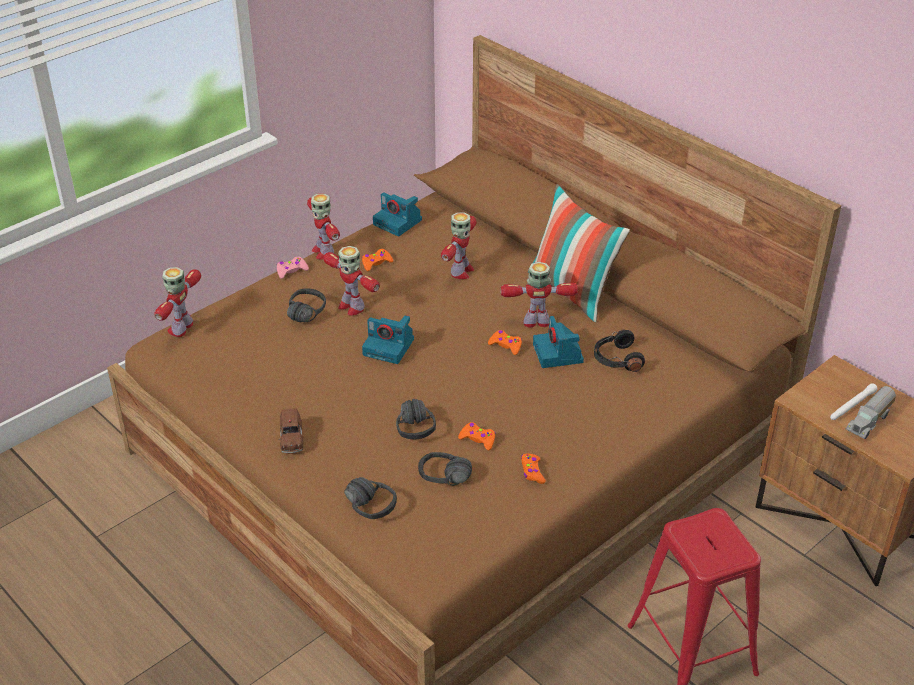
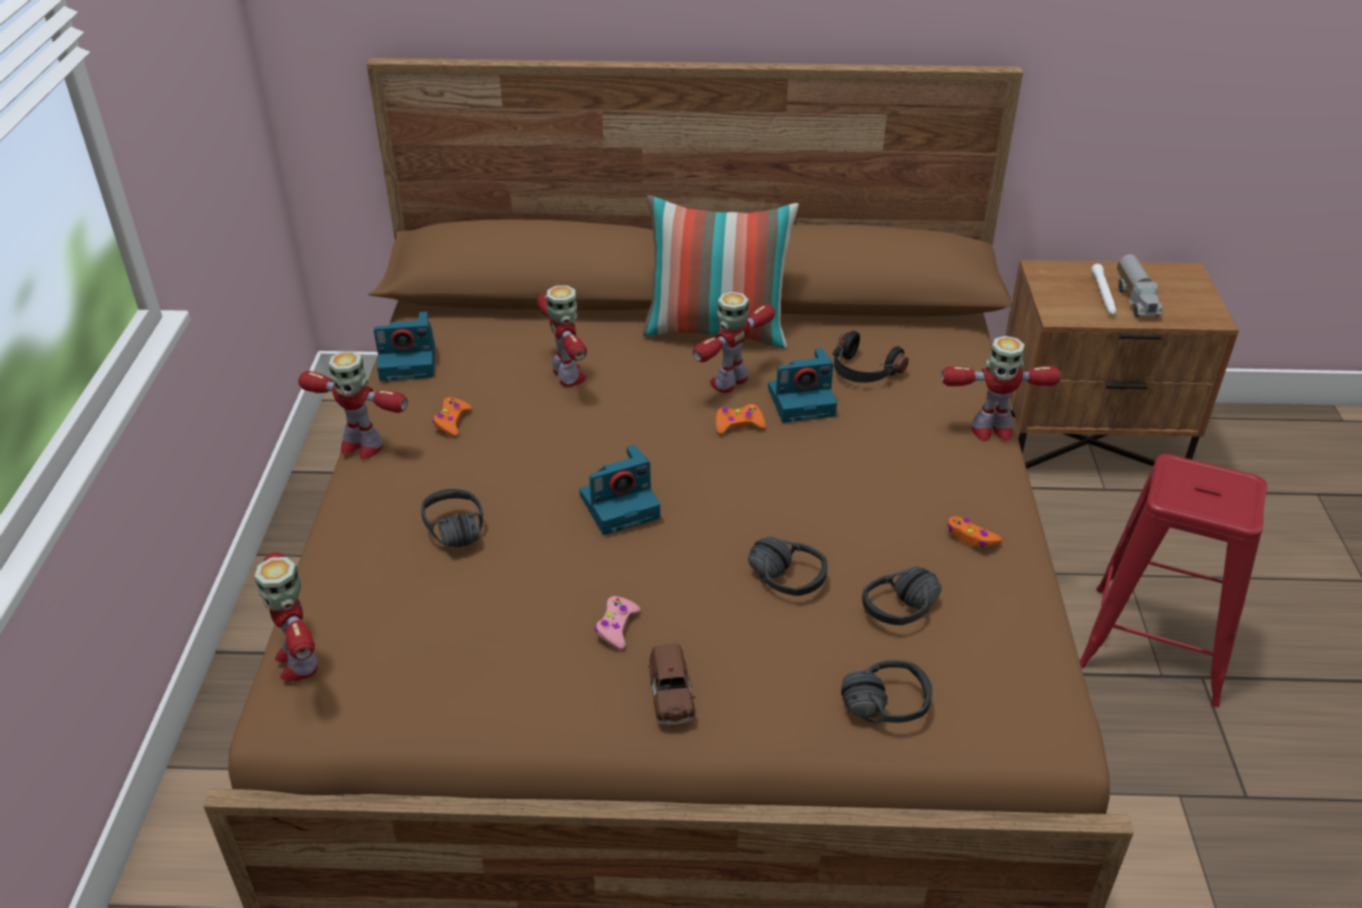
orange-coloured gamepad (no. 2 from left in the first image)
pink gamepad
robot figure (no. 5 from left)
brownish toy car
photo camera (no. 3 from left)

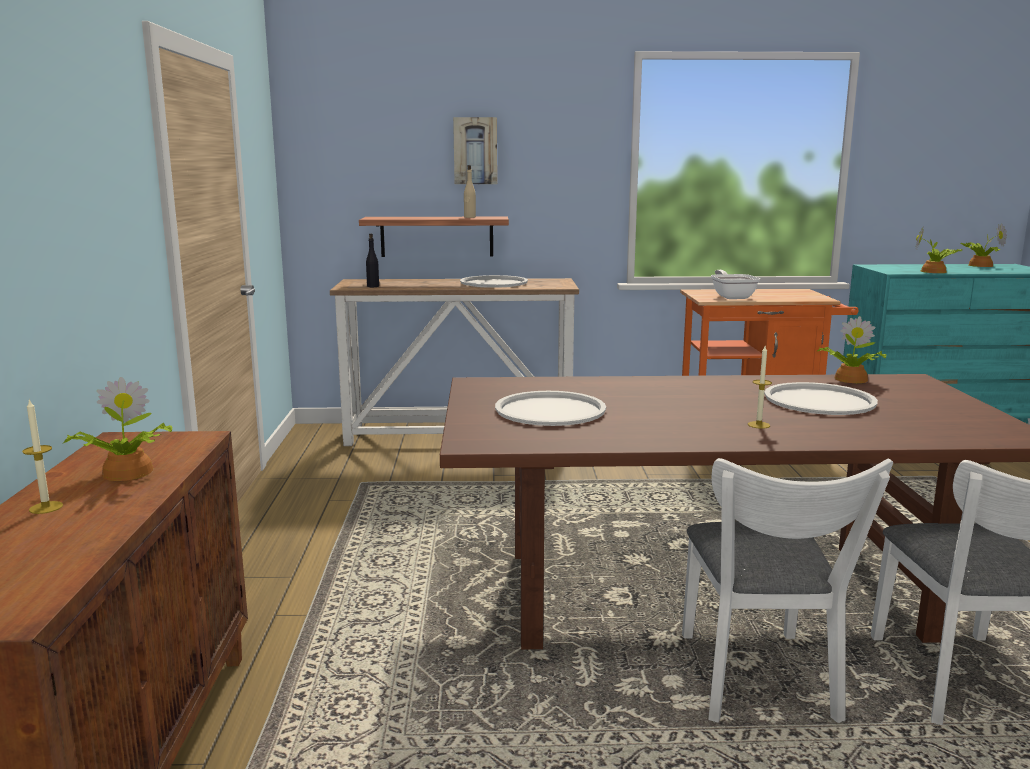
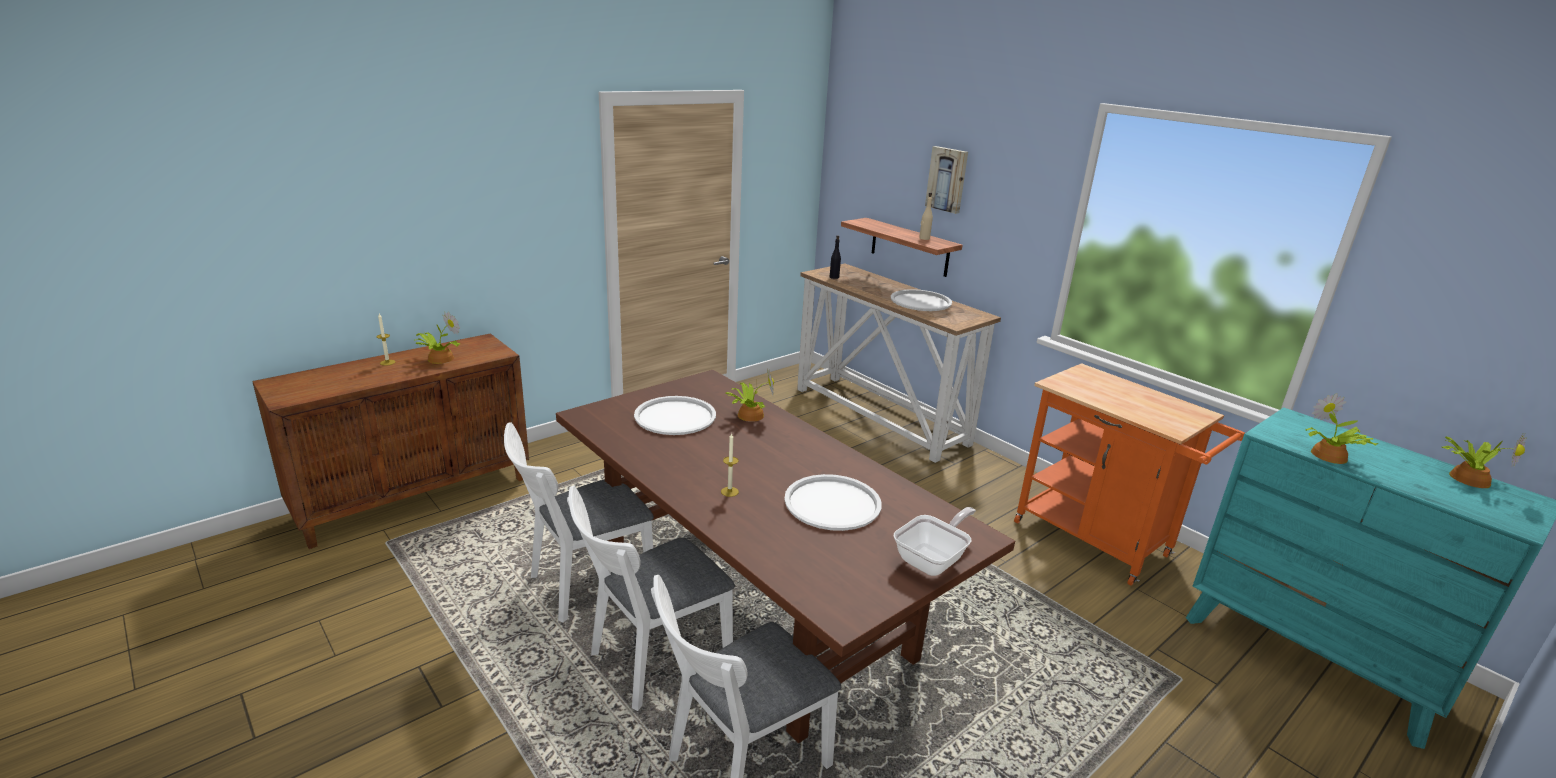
white plain chair (no. 1 from left)
skillet
plant in a pot (no. 2 from left)

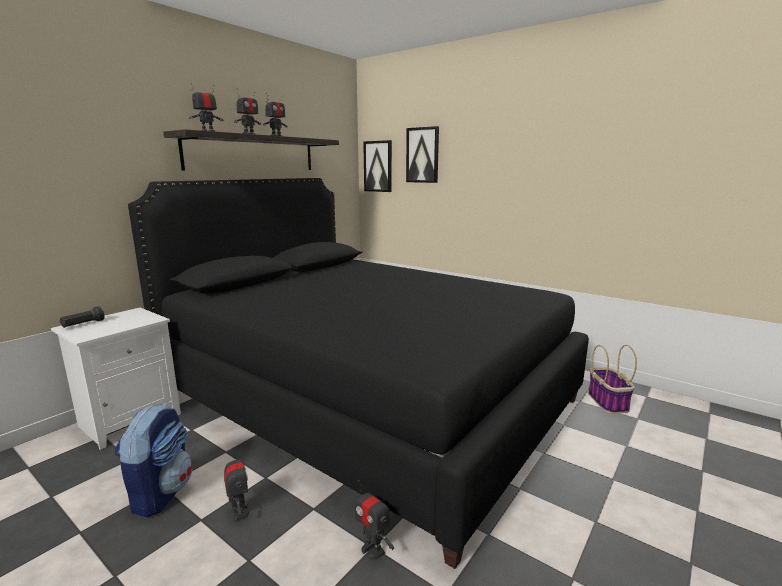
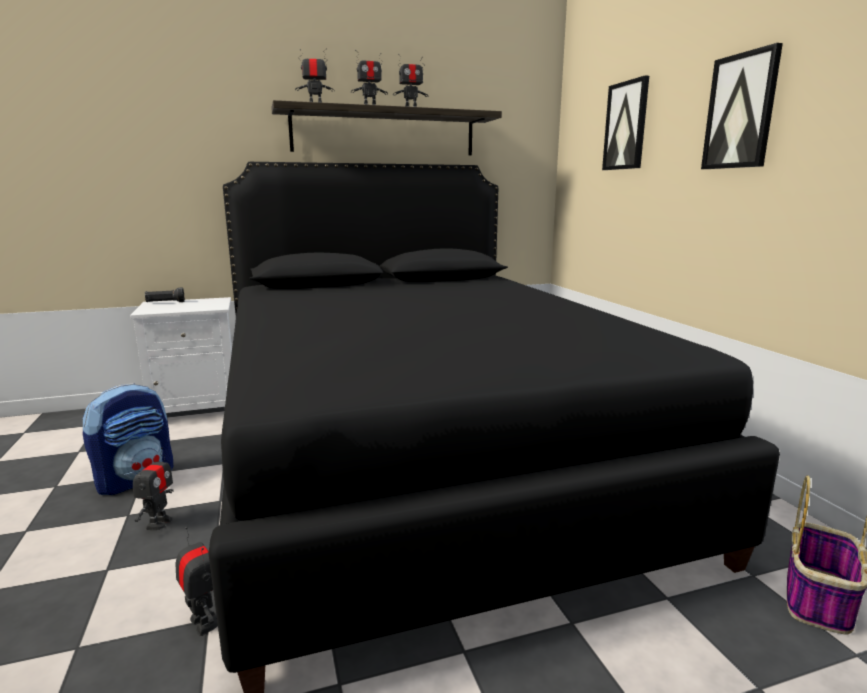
wall picture (no. 2 from left)
robot figure (no. 2 from left)

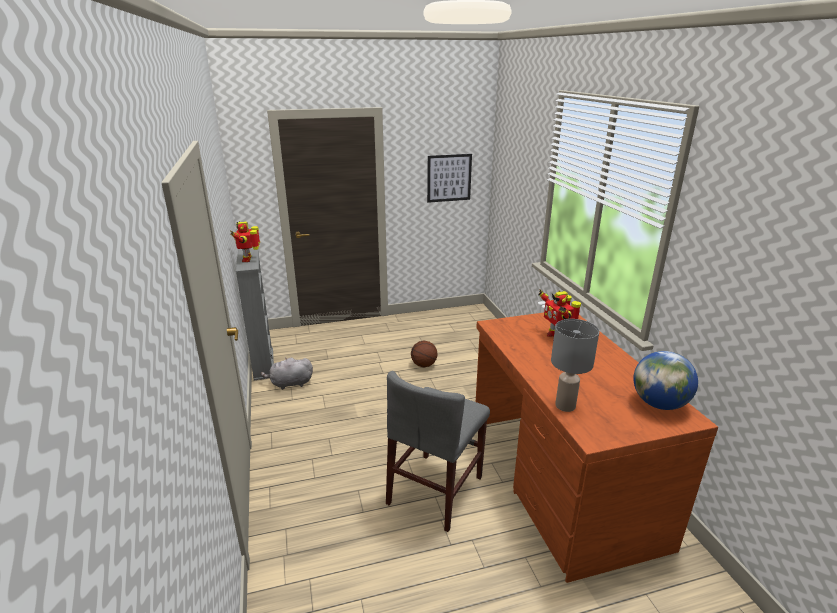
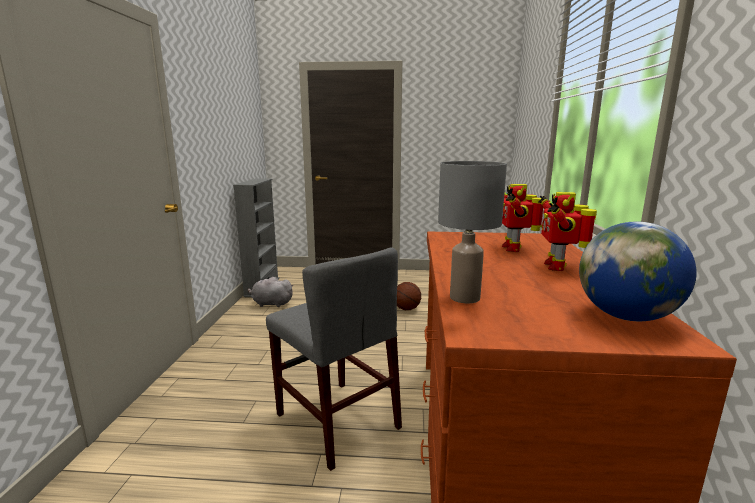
wall picture
robot figure (no. 2 from left)
greyish plain chair

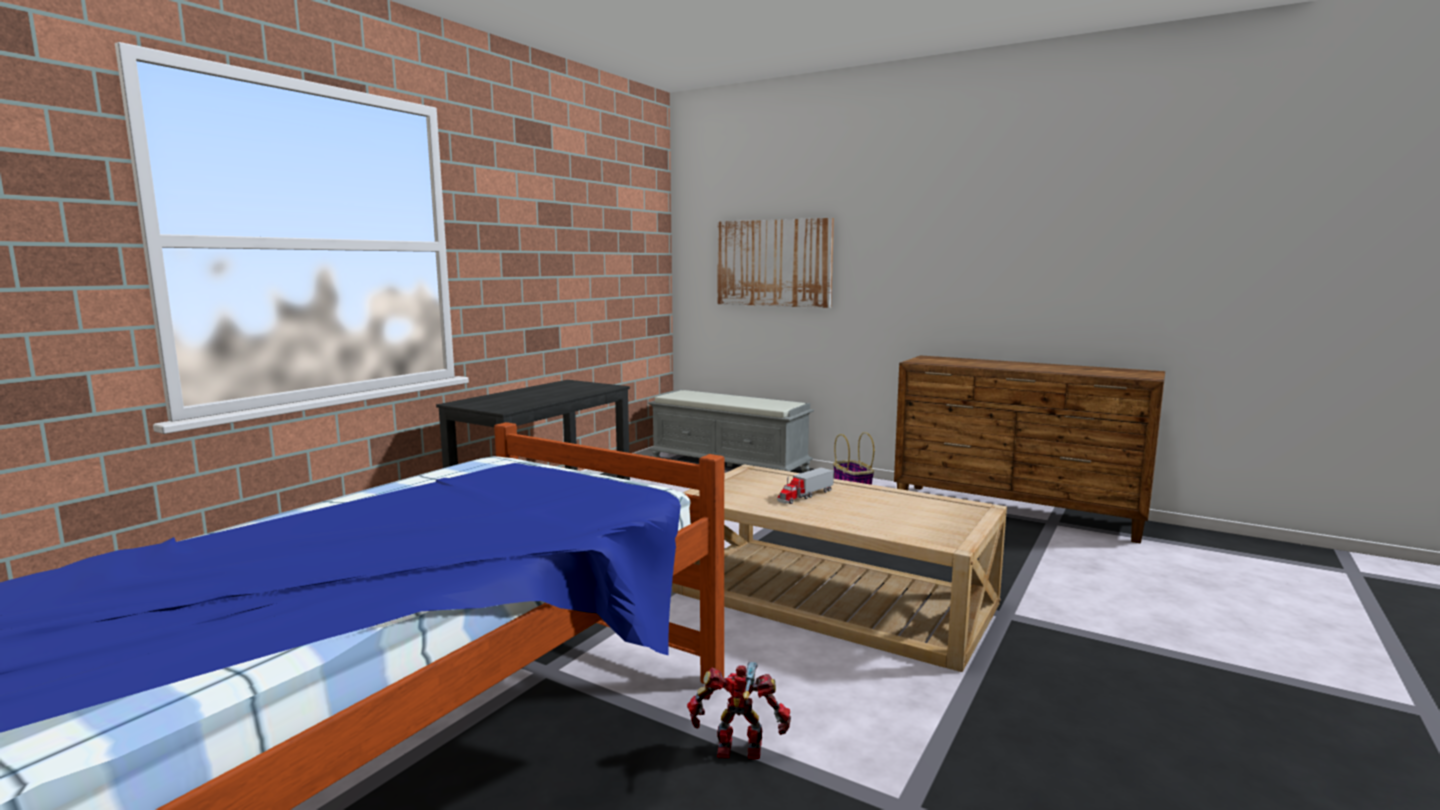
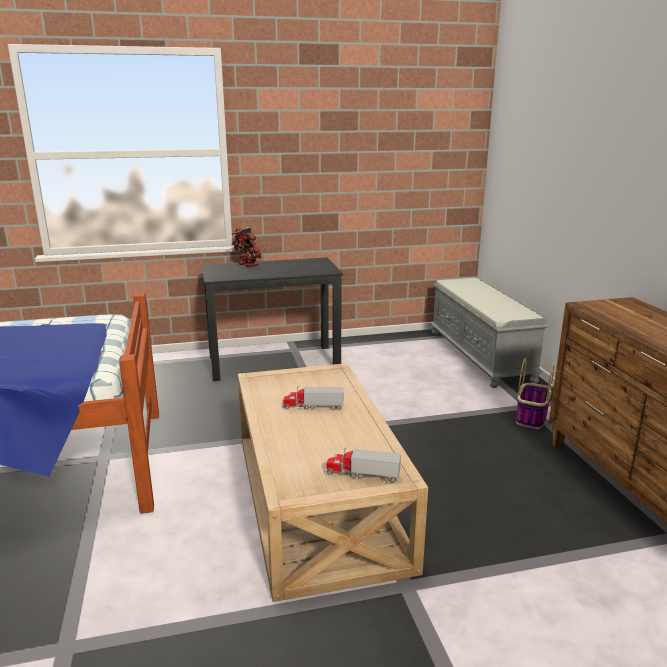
wall picture
model truck (no. 2 from left)
robot figure

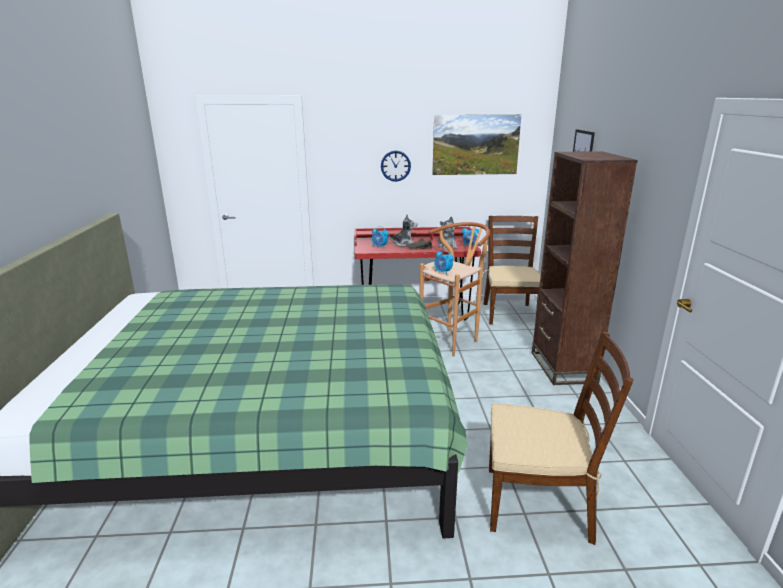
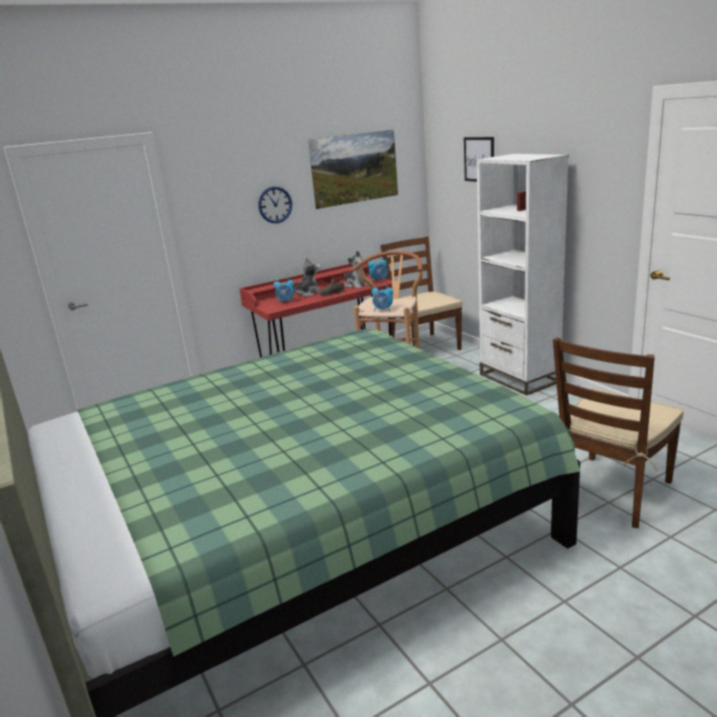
white bookshelf
brownish plain chair (no. 2 from left)

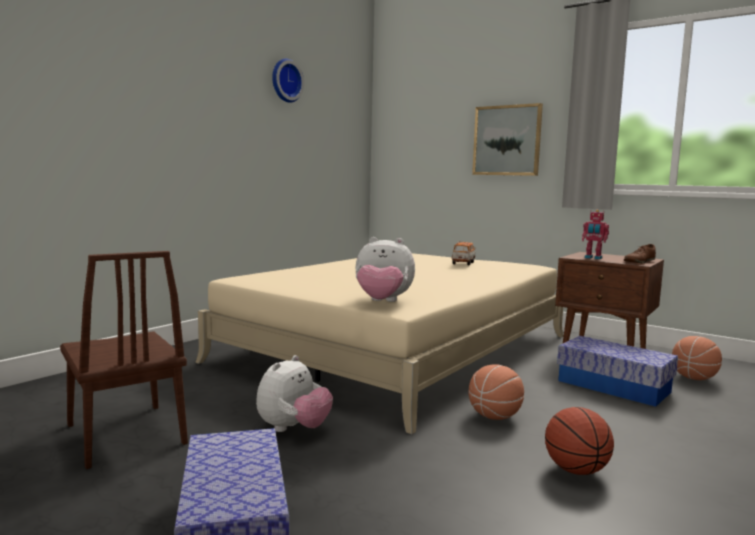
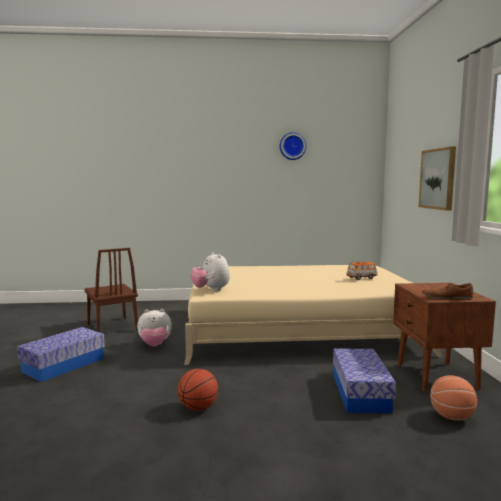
basketball ball (no. 1 from left in the first image)
robot figure
brownish plain chair

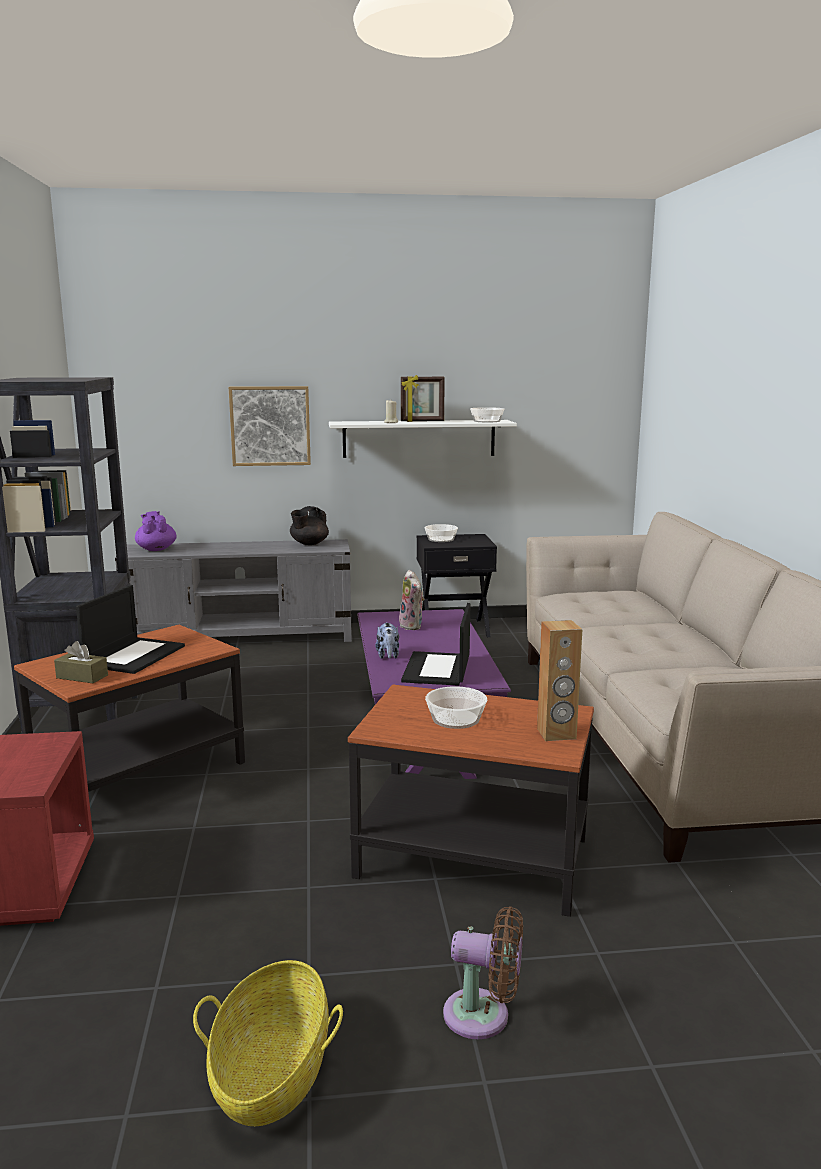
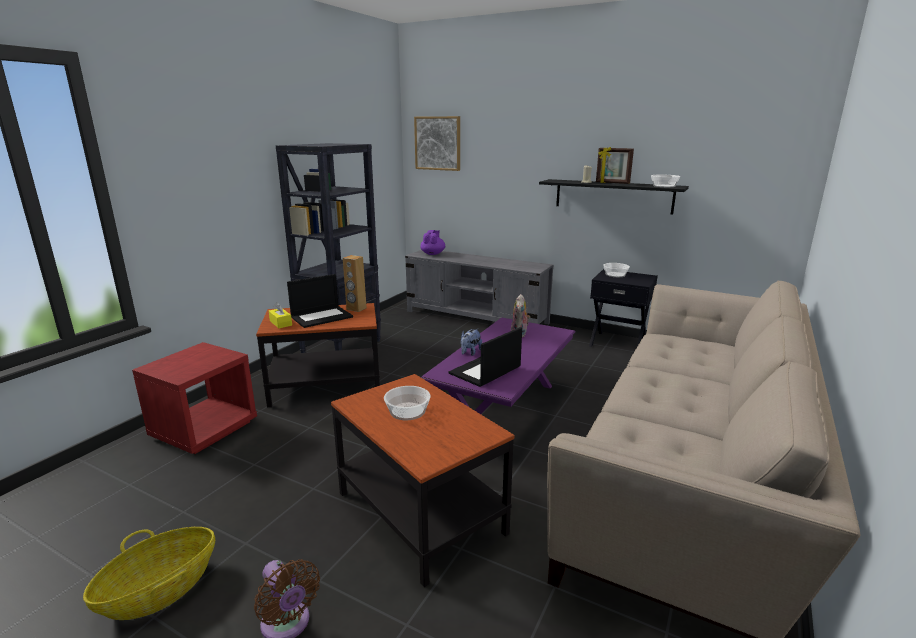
black pot for tea
wall picture
brownish audio speaker
yellow tissue holder
black shelf

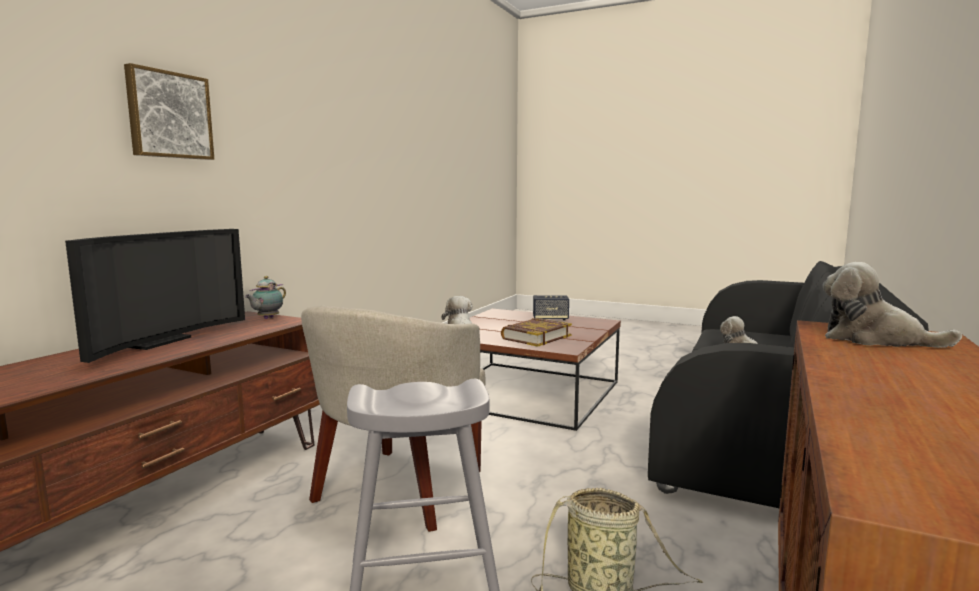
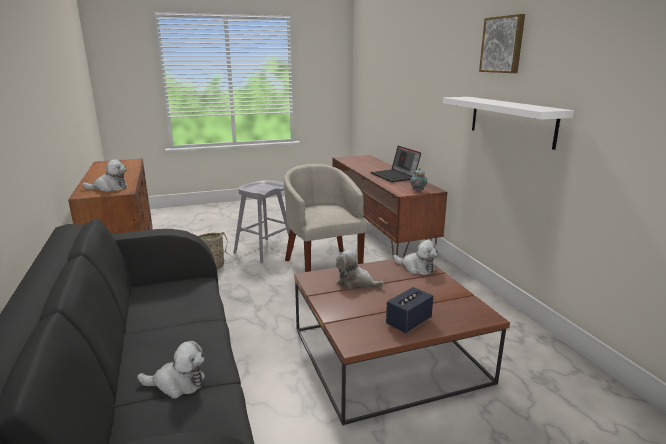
white shelf
wall picture
notebook computer
plush toy (no. 3 from left)

